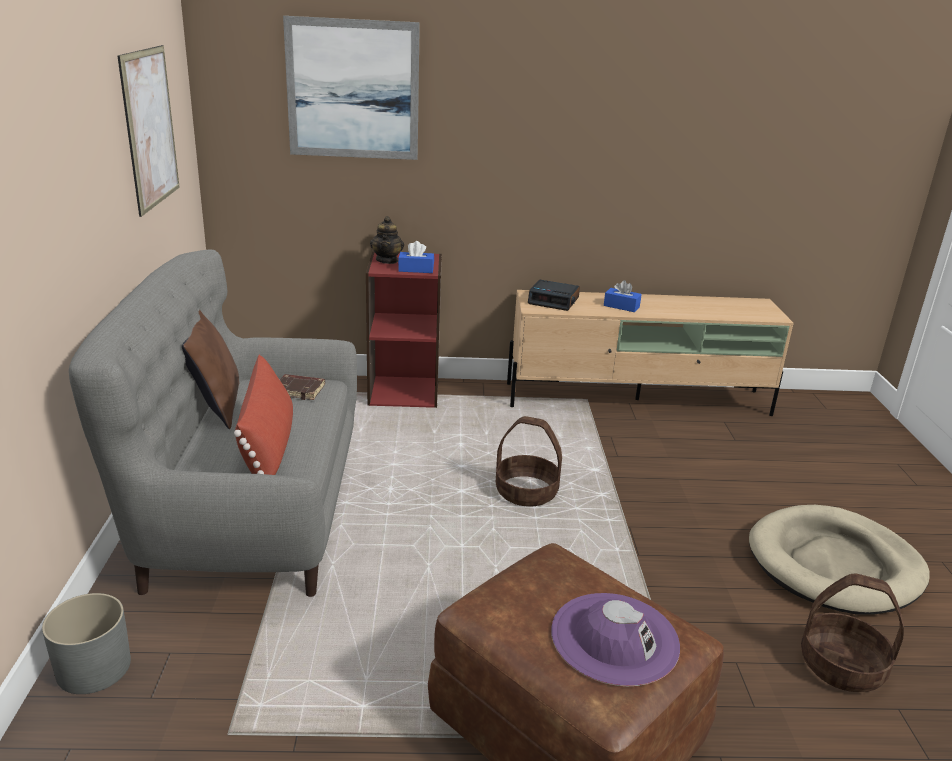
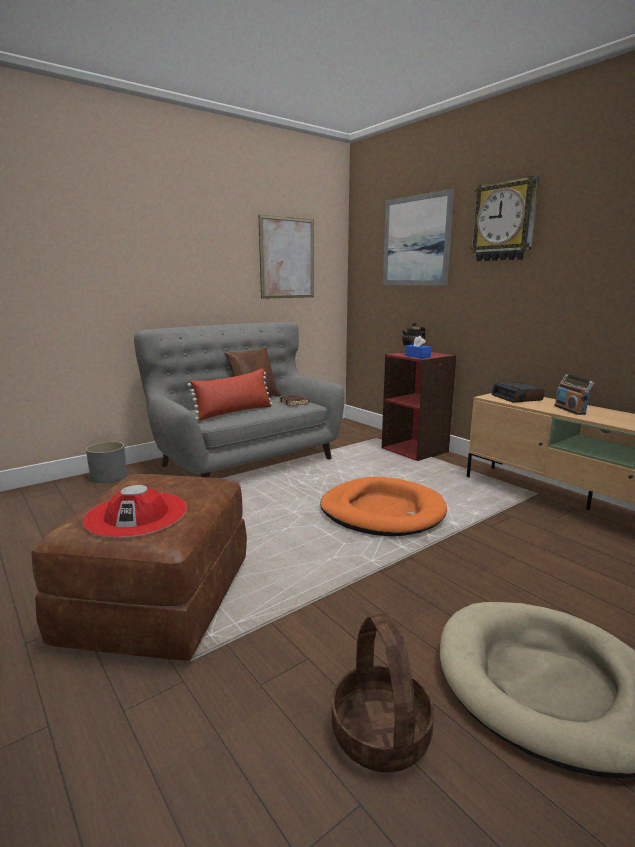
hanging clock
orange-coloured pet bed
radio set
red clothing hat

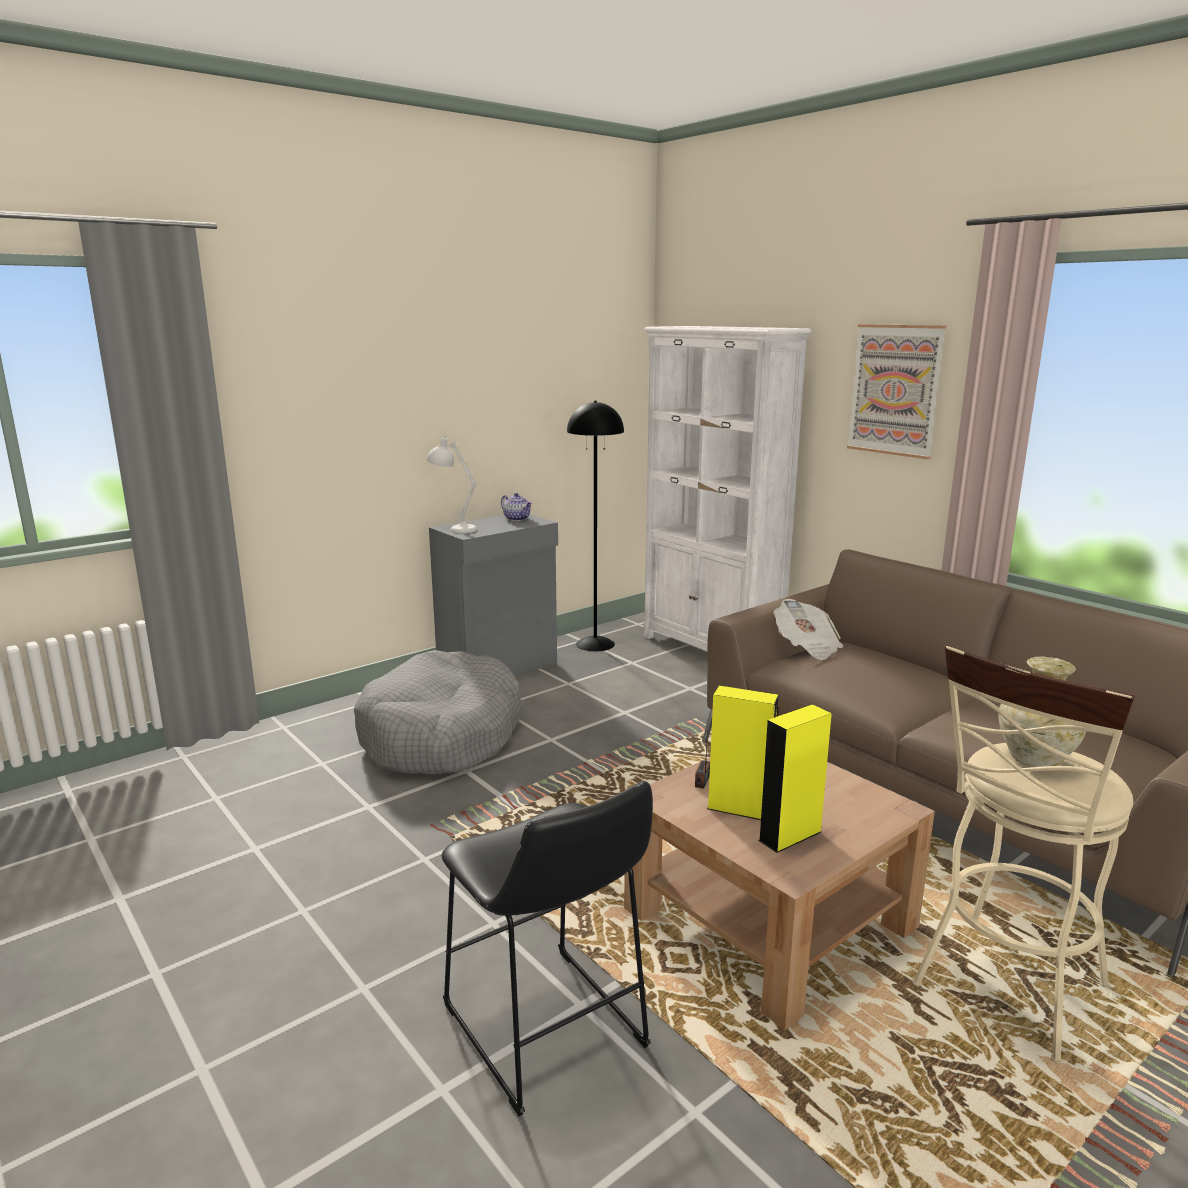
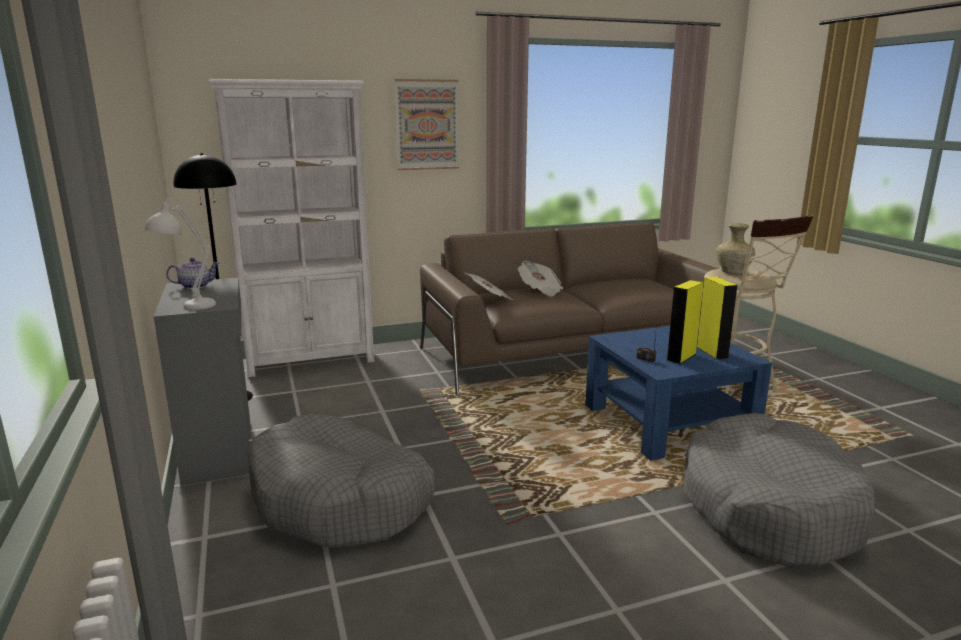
newspaper (no. 2 from left)
greyish pet bed (no. 2 from left)
blue lounge table

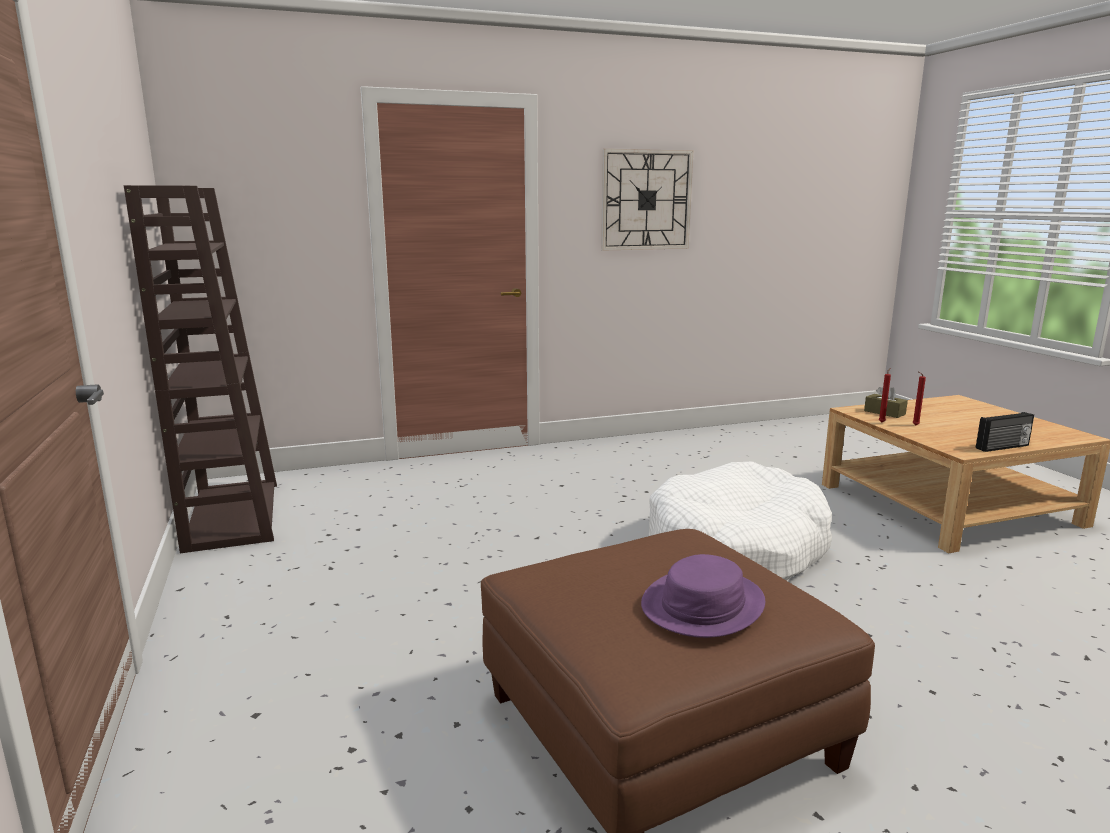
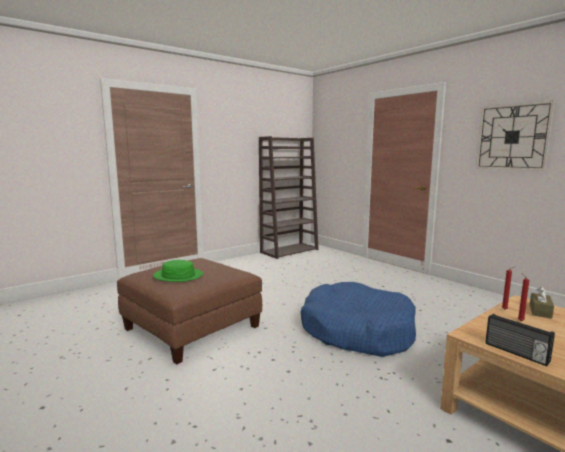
greenish clothing hat
blue pet bed

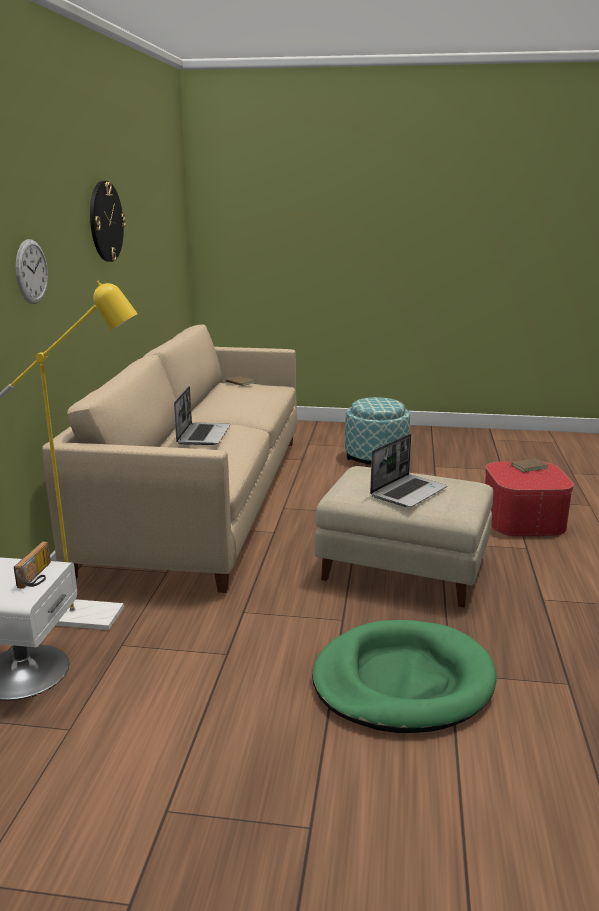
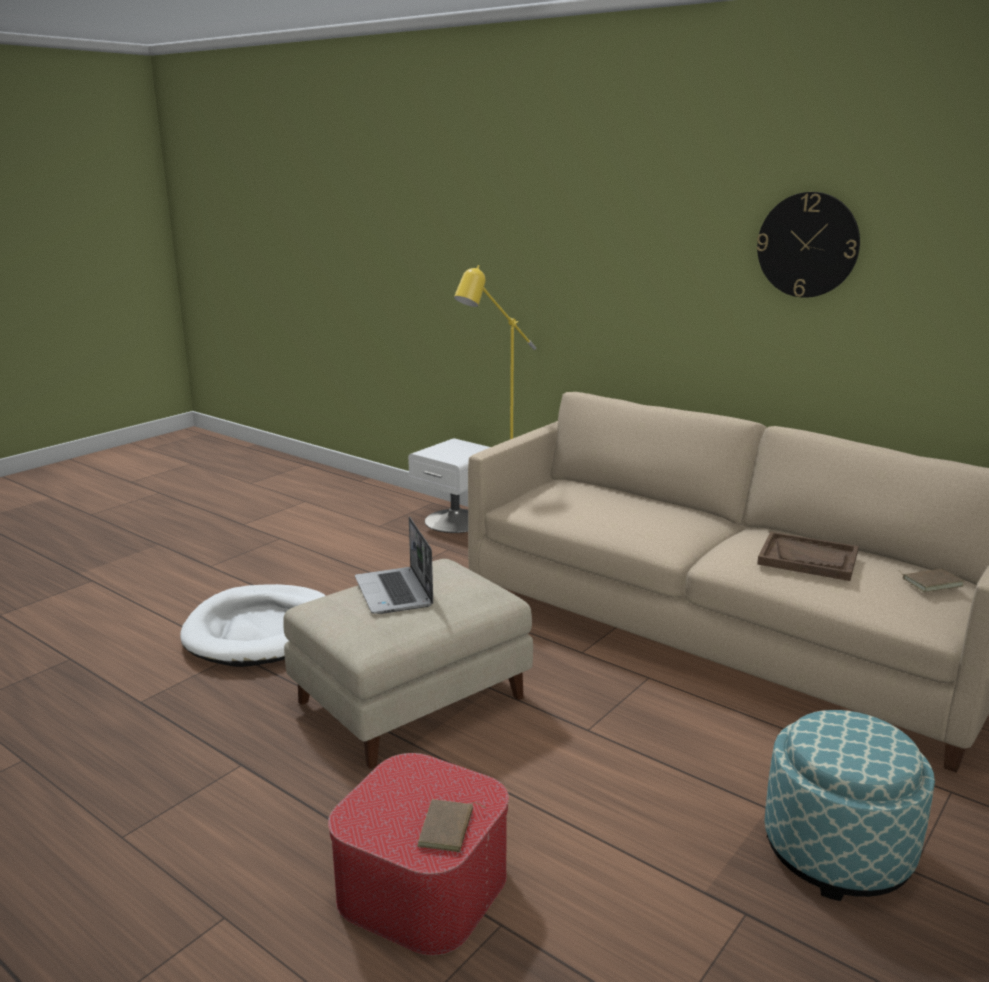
radio set
hanging clock (no. 1 from left in the first image)
notebook computer (no. 1 from left in the first image)
brownish carrying tray
white pet bed

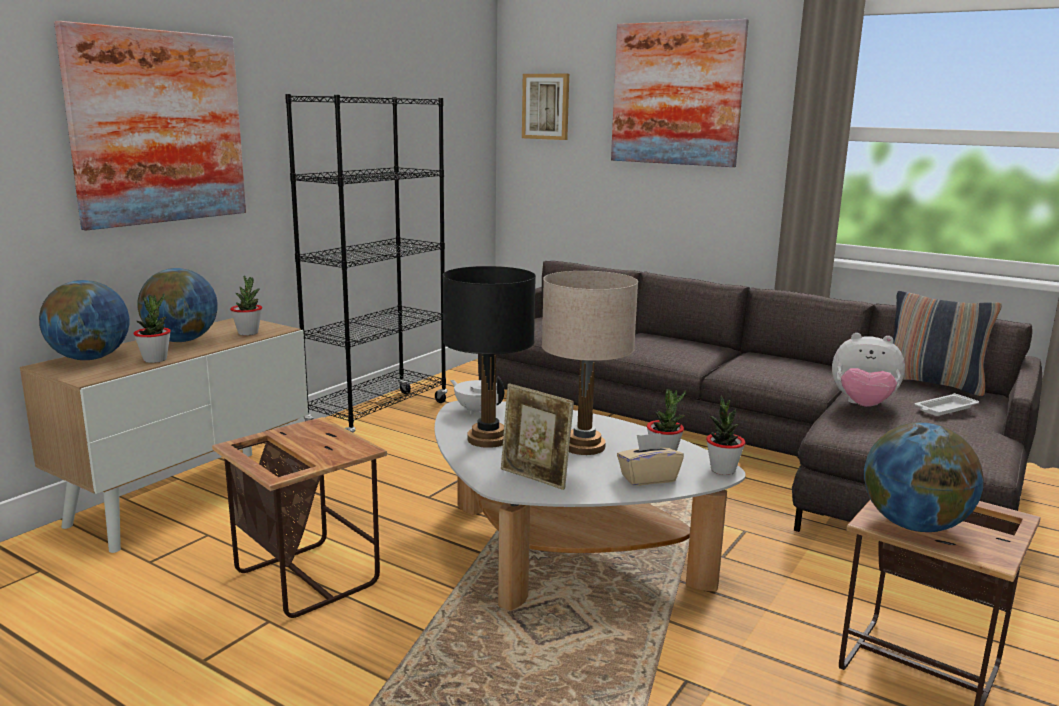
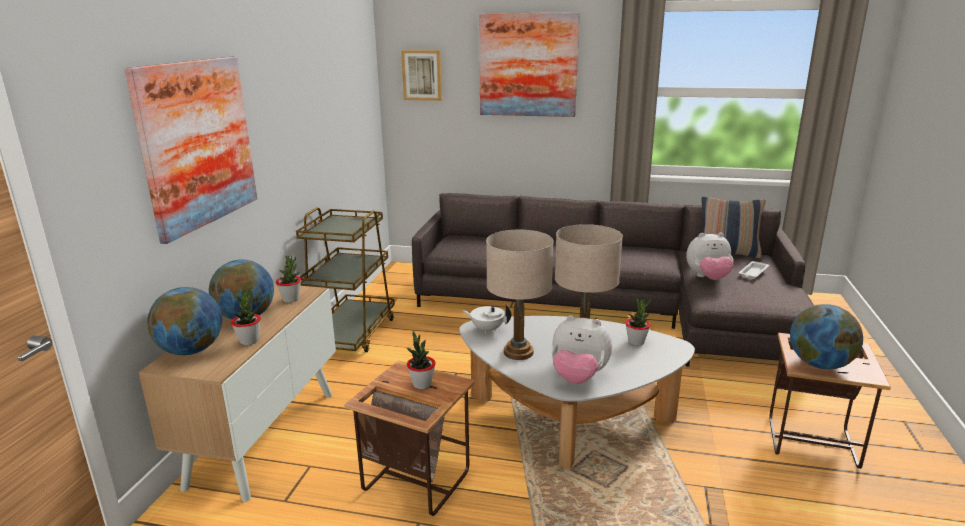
beige tissue holder
plant in a pot (no. 3 from left)
brownish cart
plush toy (no. 1 from left)
beige lamp for a table (no. 1 from left)

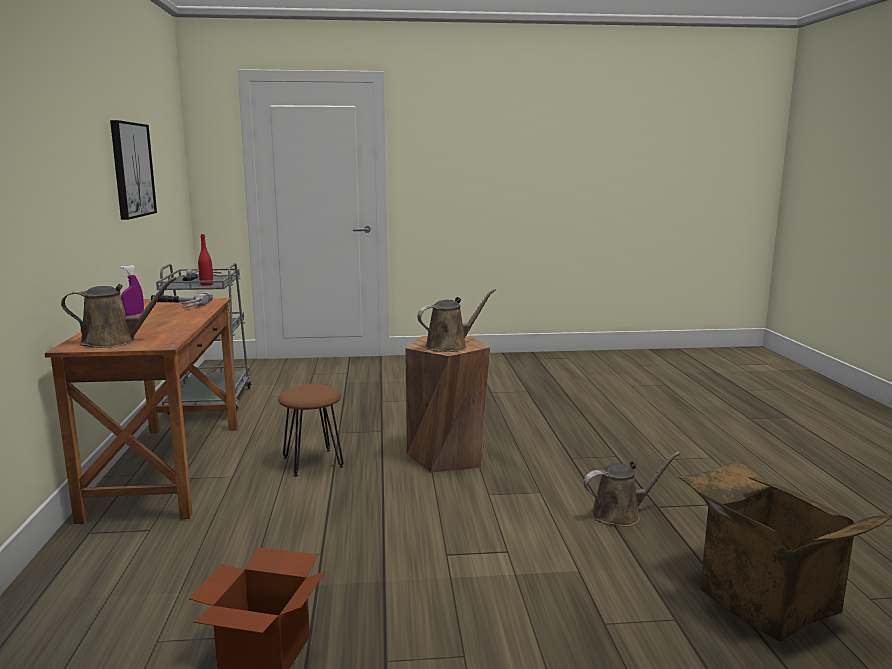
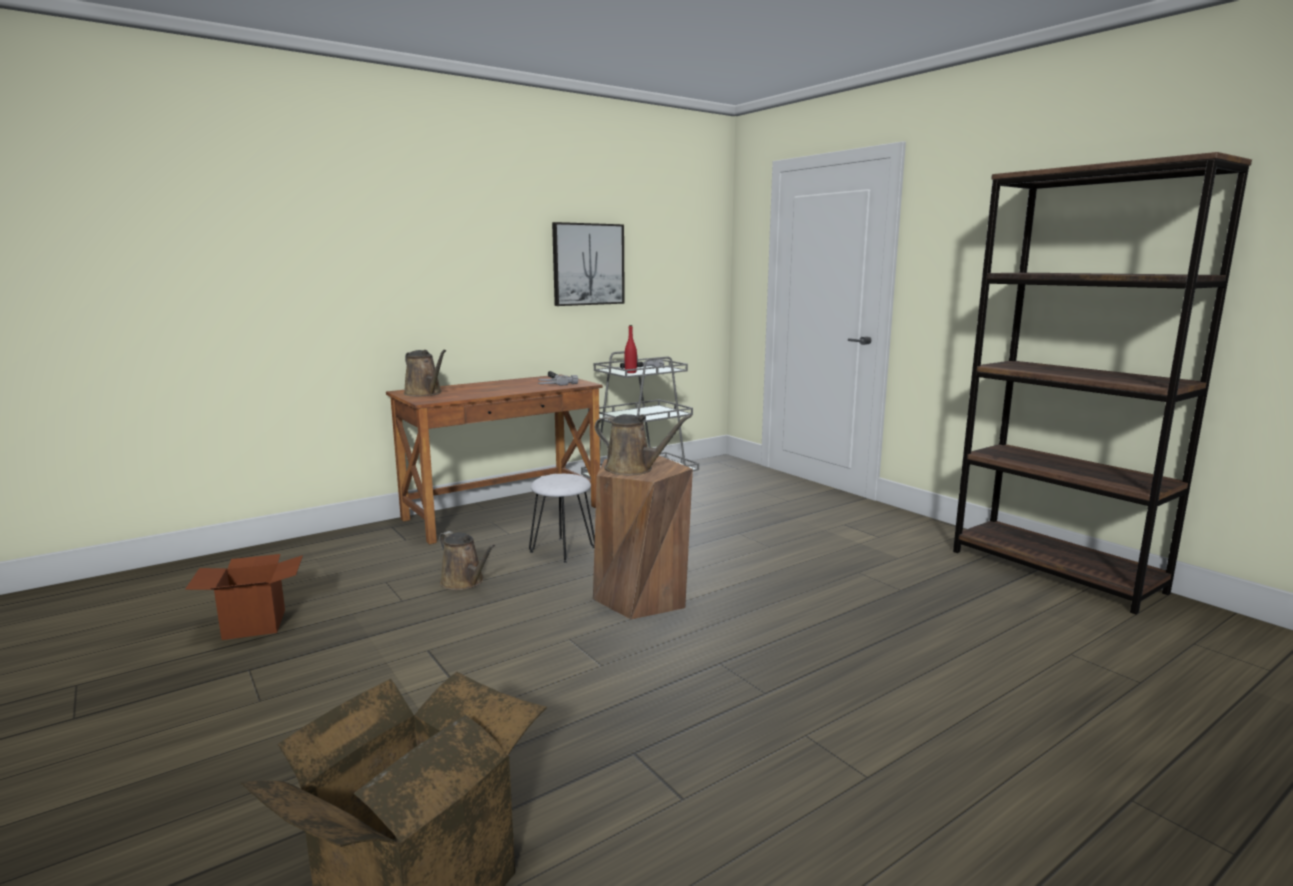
purple-coloured sprayer
brownish bookshelf
brownish sprinkling can (no. 2 from left)
white stool

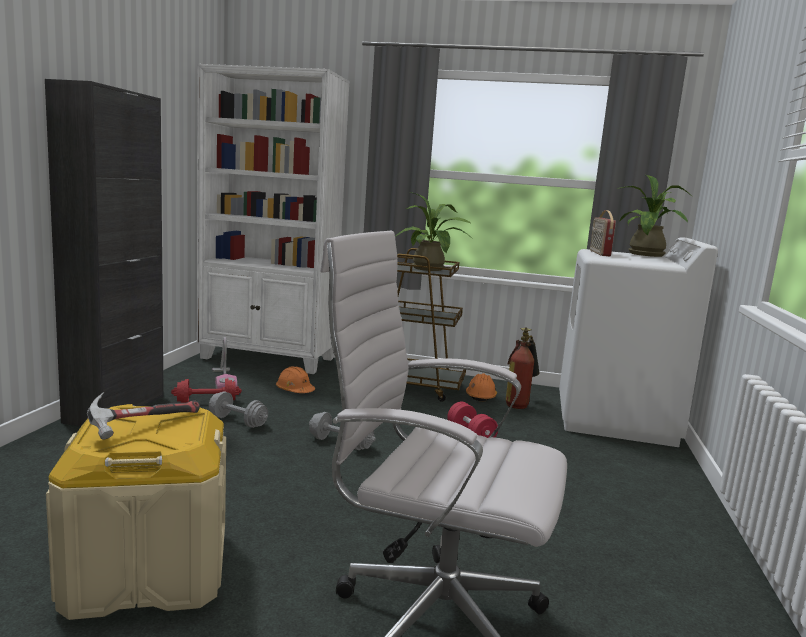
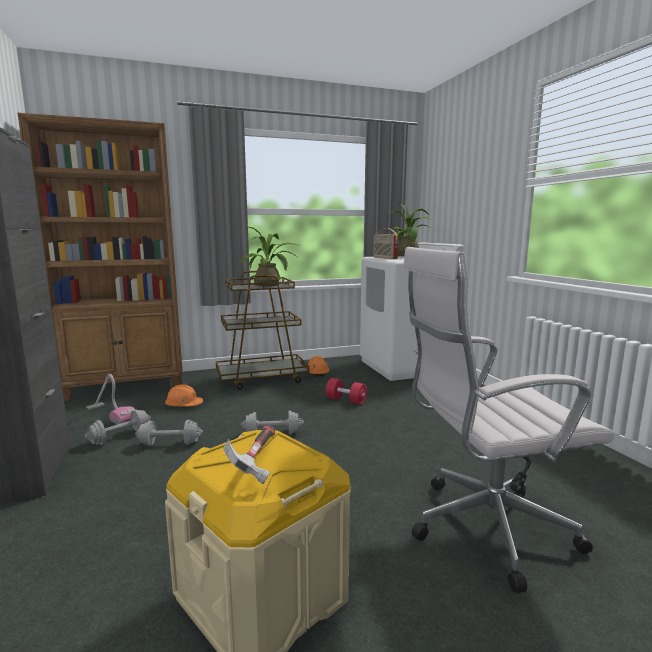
fire-fighting cylinder
greyish hand weight (no. 1 from left)
brownish bookshelf

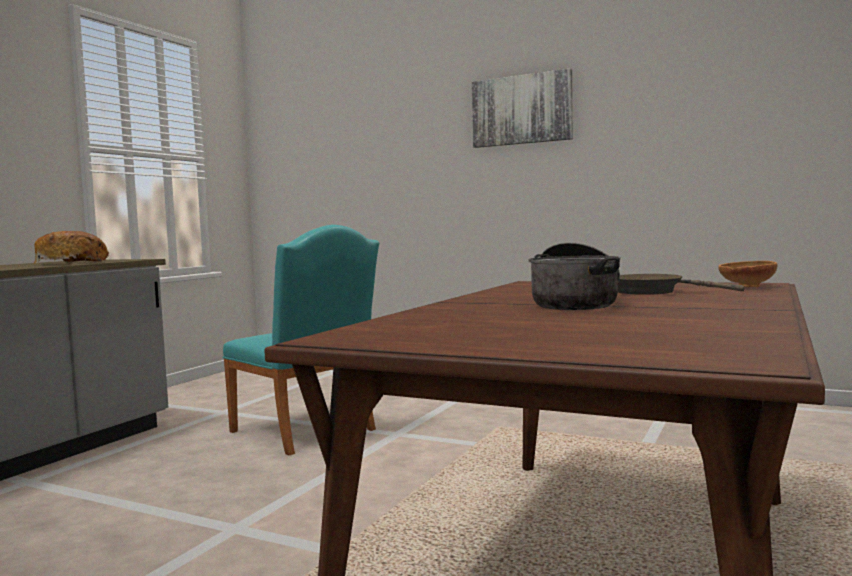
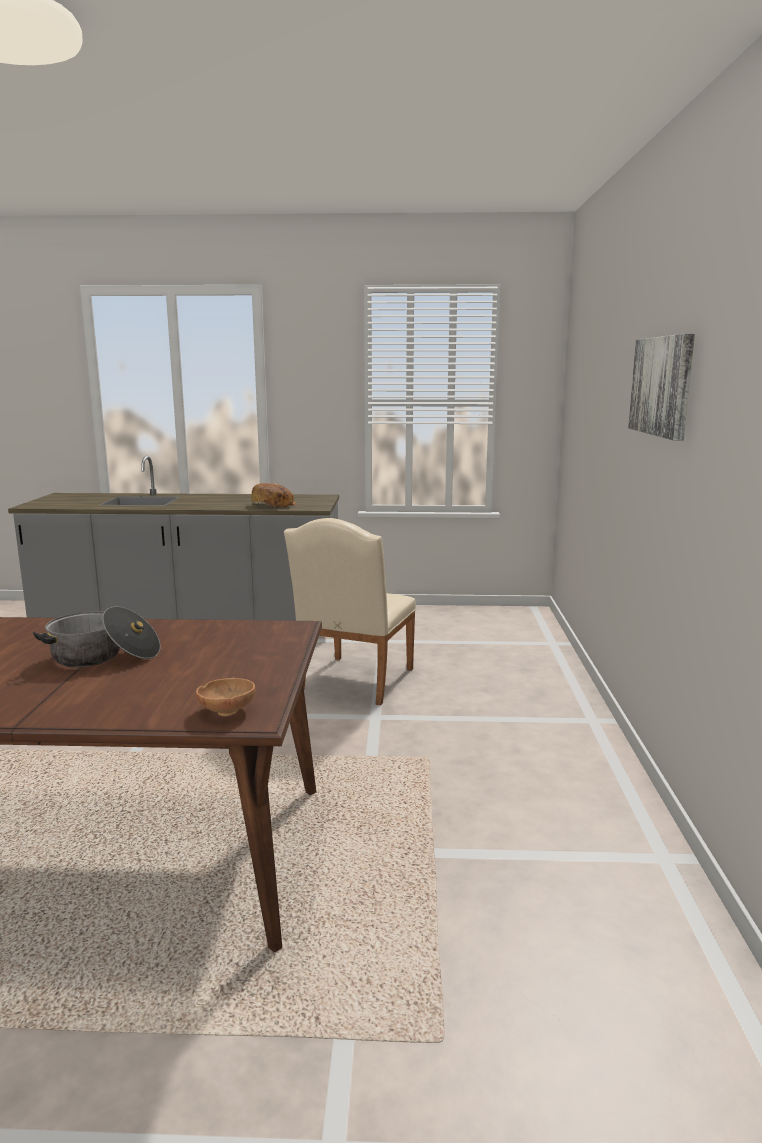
brownish skillet
beige plain chair

